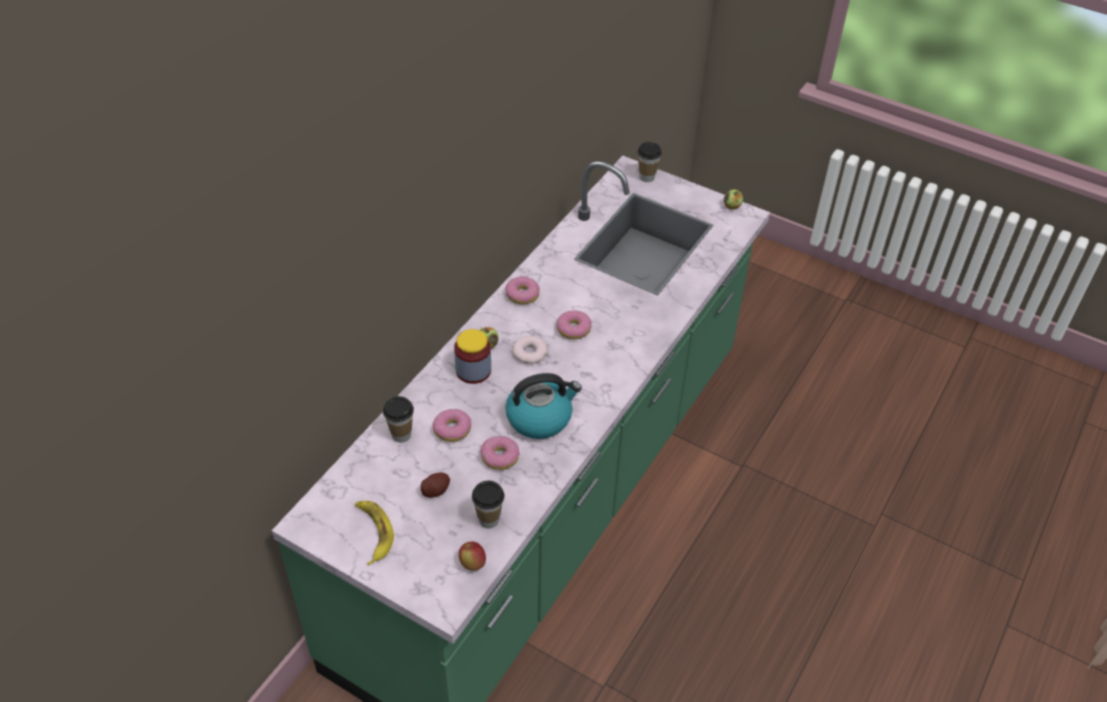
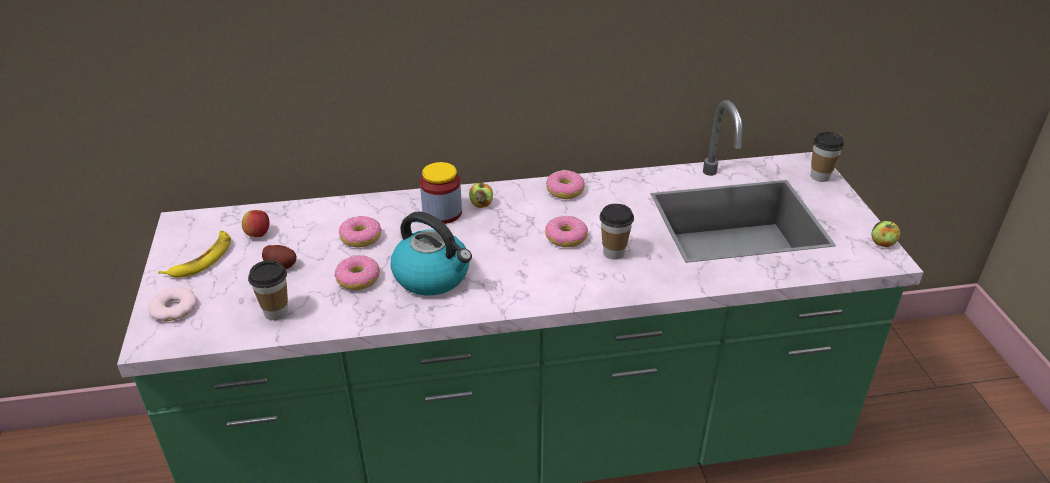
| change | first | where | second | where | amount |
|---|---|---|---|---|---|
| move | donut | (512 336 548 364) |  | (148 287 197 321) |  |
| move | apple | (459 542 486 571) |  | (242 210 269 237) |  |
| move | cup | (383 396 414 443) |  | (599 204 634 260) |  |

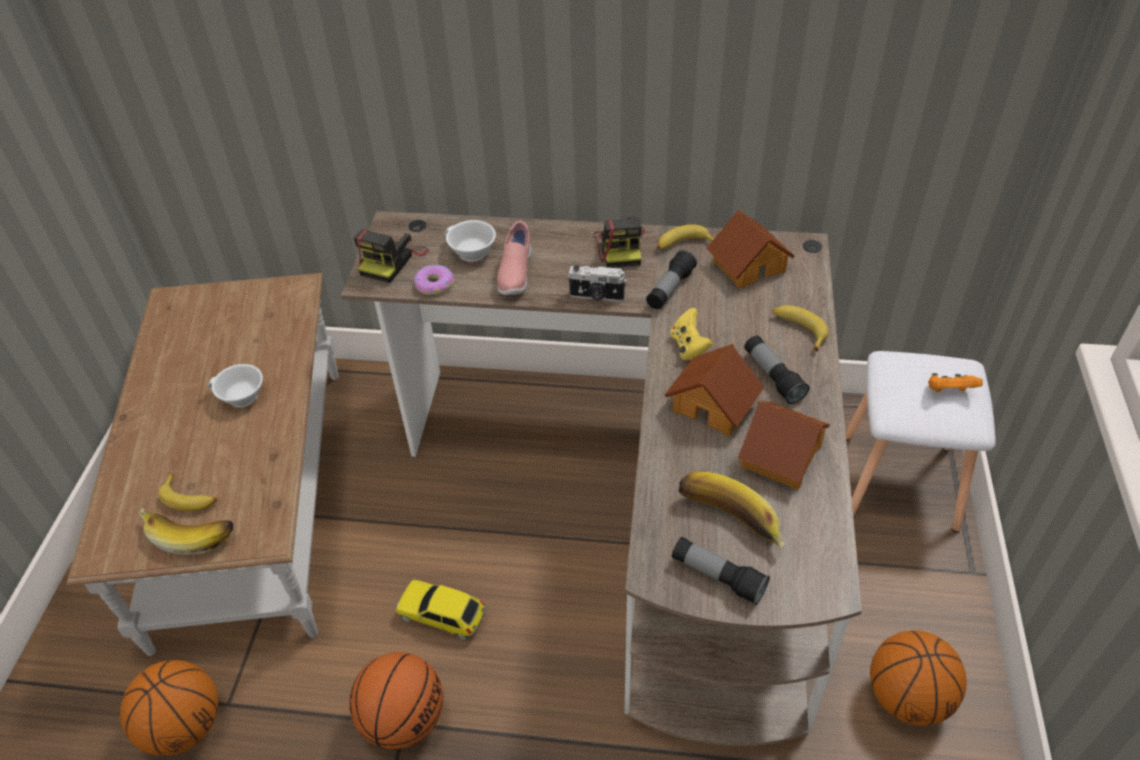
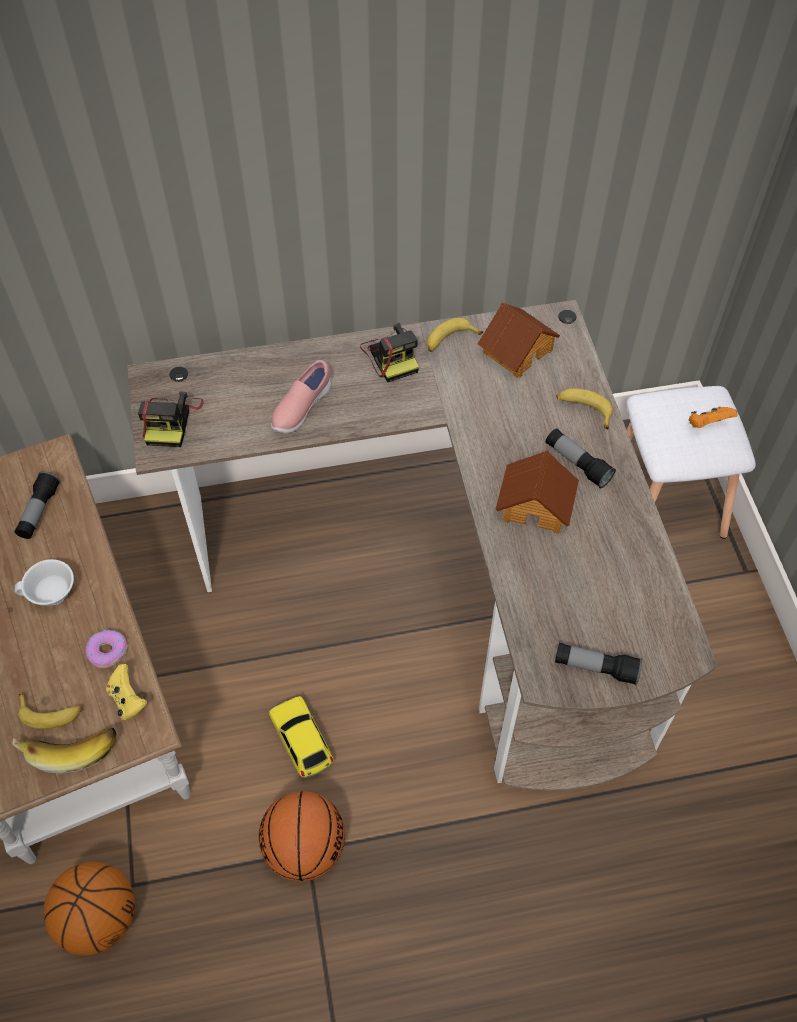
| change | first | where | second | where | amount |
|---|---|---|---|---|---|
| move | torch | (646 250 697 309) |  | (15 471 60 539) |  |
| move | donut | (414 264 454 295) |  | (85 630 127 668) |  |
| move | yellowish joypad | (670 308 713 360) |  | (106 664 147 720) |  |
| rotate | miniature car | (396 580 486 641) |  | (269 696 334 779) | 60 degrees clockwise |
| rotate | pinkish shoe | (497 221 532 295) |  | (271 360 332 433) | 45 degrees clockwise |
| delete | whitish cup | (445 220 496 262) |  |  |  |
| delete | still camera | (567 265 627 302) |  |  |  |
| delete | banana fruit | (678 471 785 547) |  |  |  |
| delete | model house | (738 401 830 490) |  |  |  |
| delete | basketball ball | (870 630 967 726) |  |  |  |

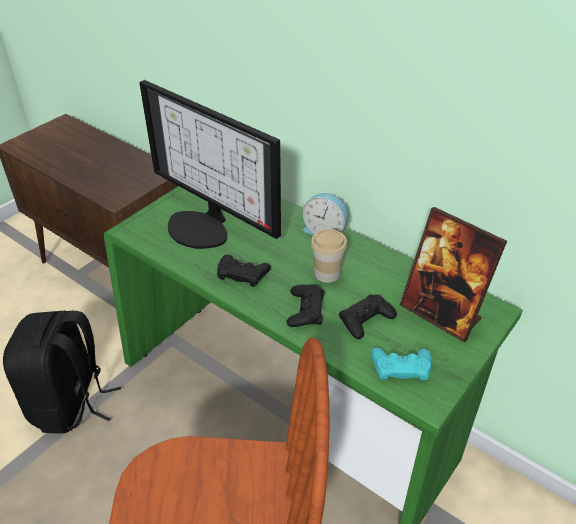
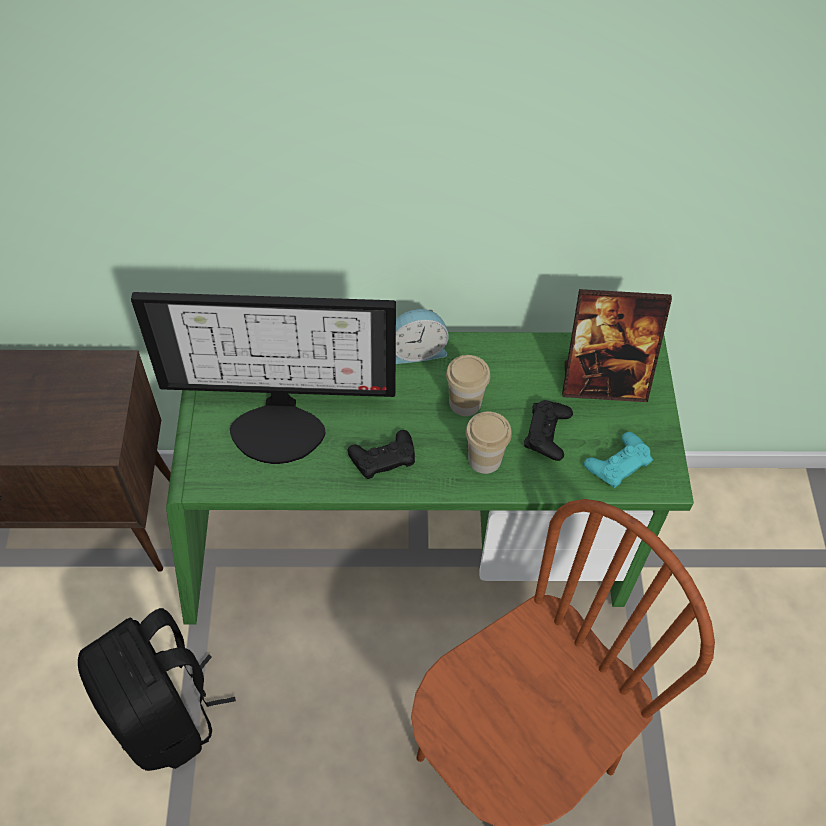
| change | first | where | second | where | amount |
|---|---|---|---|---|---|
| replace | blackish joypad | (287 284 325 327) | cup | (466 411 512 474) |  |

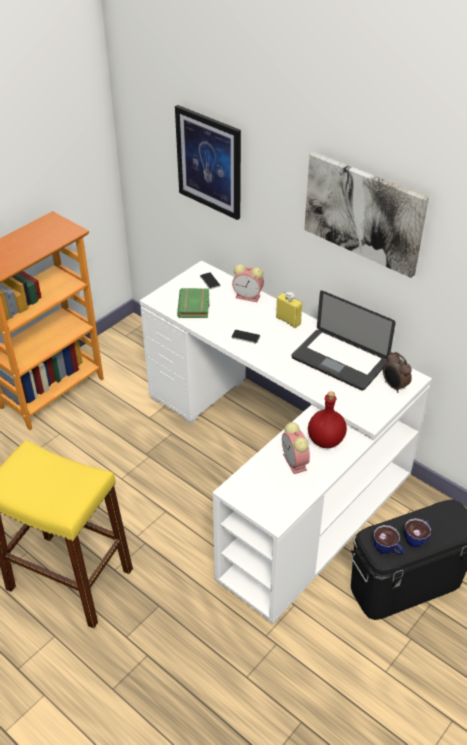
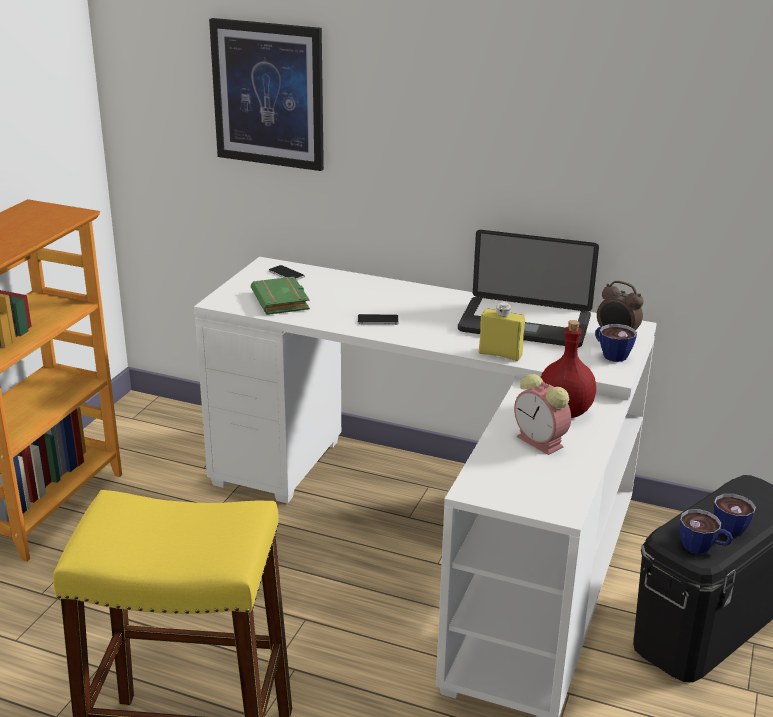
| change | first | where | second | where | amount |
|---|---|---|---|---|---|
| move | yellowish drink bottle | (276 292 302 328) |  | (479 302 525 361) |  |
| insert |  |  | cup | (595 324 637 362) |  |
| delete | bedside clock | (232 264 264 302) |  |  |  |
| delete | wall art | (304 152 429 278) |  |  |  |

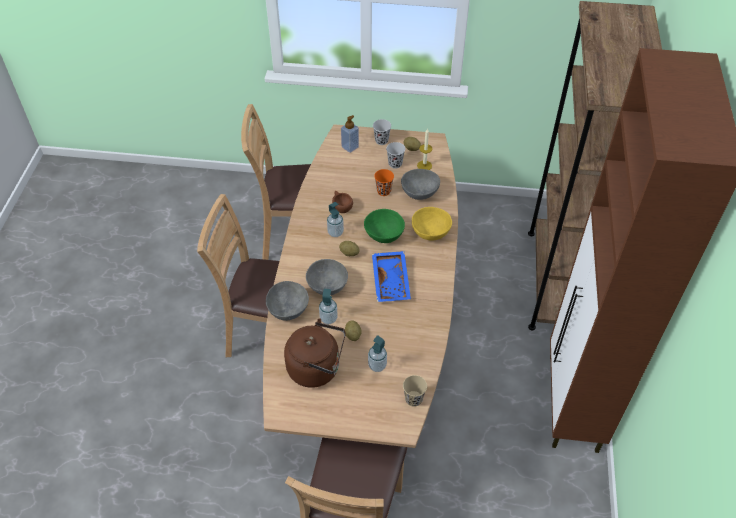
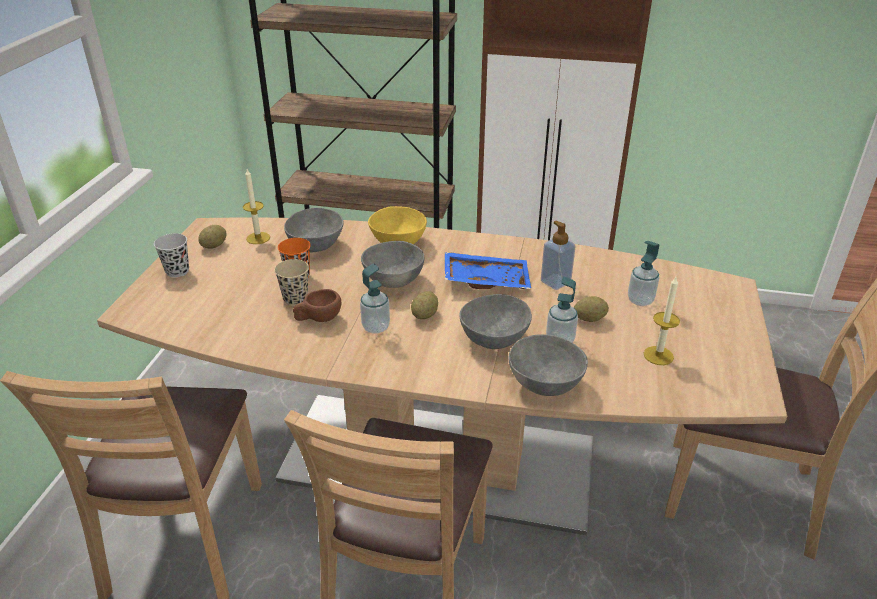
| change | first | where | second | where | amount |
|---|---|---|---|---|---|
| move | sand-coloured cup | (403 375 427 407) |  | (274 259 309 306) |  |
| recolor | green bowl | (364 209 405 243) | gray bowl | (361 241 424 288) |  |
| move | liquid soap bottle | (341 115 359 153) |  | (541 221 576 290) |  |
| replace | brown water kettle | (284 318 346 388) | wax candle | (644 277 680 365) |  |
| delete | blackish cup | (386 142 405 169) |  |  |  |

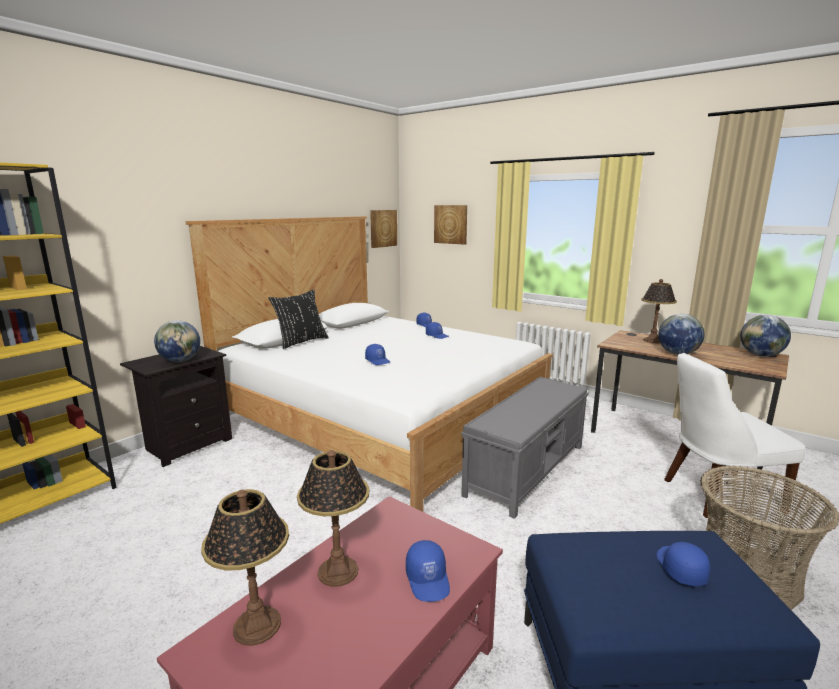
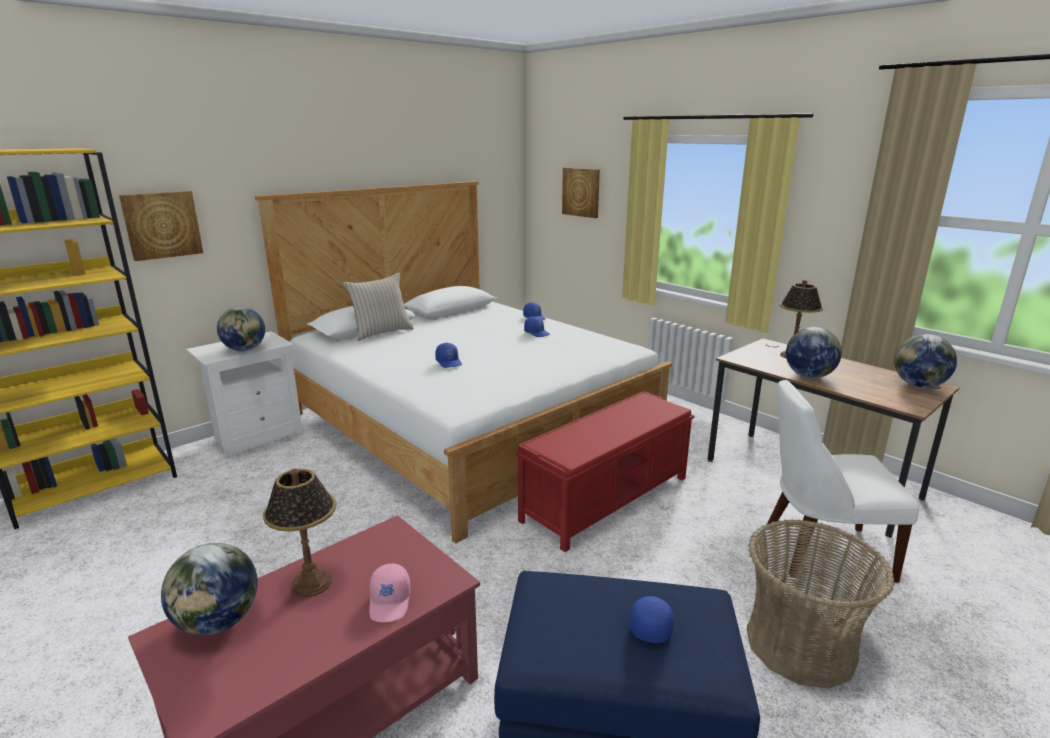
| change | first | where | second | where | amount |
|---|---|---|---|---|---|
| move | wall art | (370 210 397 248) |  | (119 191 203 261) |  |
| replace | table lamp | (201 489 289 646) | globe | (161 543 258 635) |  |
| recolor | blackish bedside table | (120 346 232 467) | whitish bedside table | (186 331 303 460) |  |
| recolor | blackish throw pillow | (268 289 329 349) | sand-coloured throw pillow | (343 273 414 341) |  |
| recolor | blue cap | (406 540 450 602) | pinkish cap | (369 564 411 622) |  |
| recolor | gray long seat | (461 377 589 519) | red long seat | (515 391 694 552) |  |

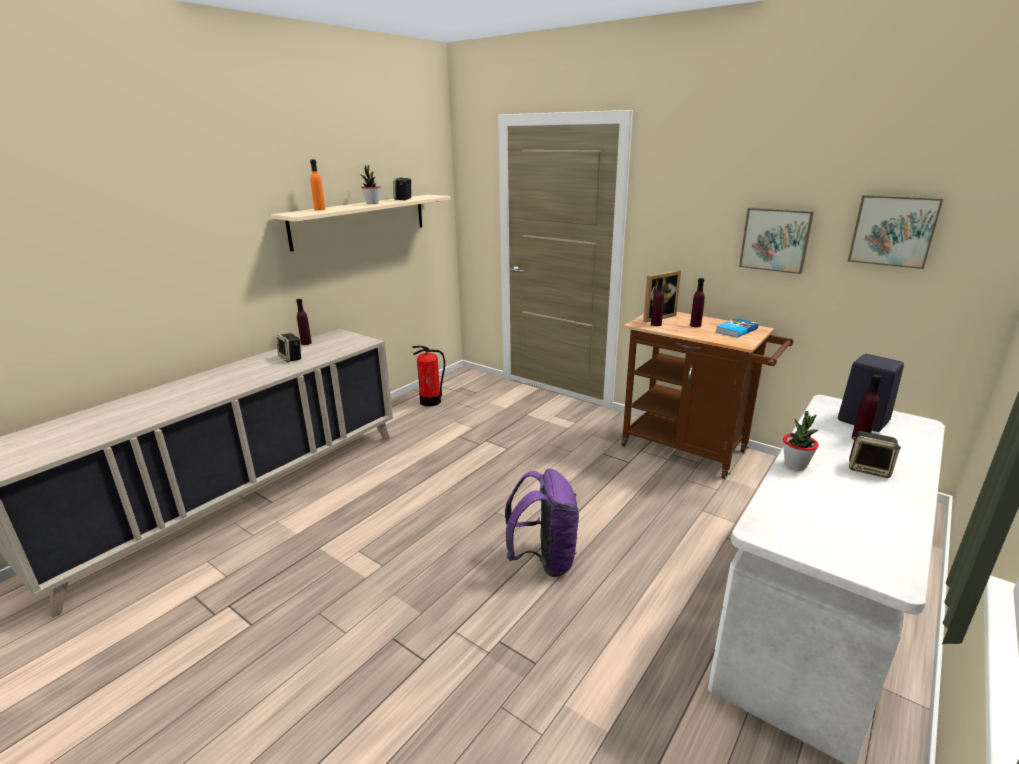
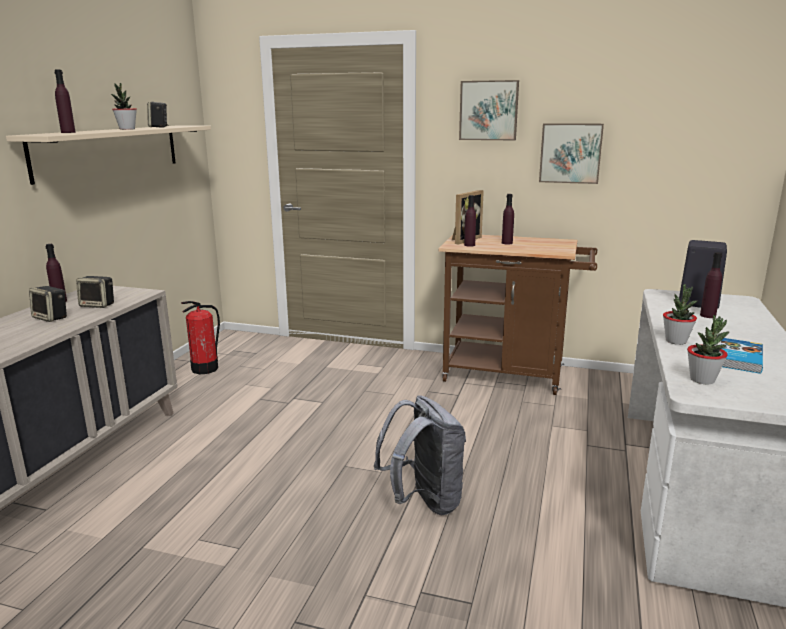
| change | first | where | second | where | amount |
|---|---|---|---|---|---|
| recolor | orange-coloured drink bottle | (310 160 326 211) | purple-coloured drink bottle | (54 70 76 133) |  |
| move | loudspeaker | (849 431 901 478) |  | (76 276 114 308) |  |
| recolor | purple-coloured backpack | (505 469 579 577) | gray backpack | (374 395 466 515) |  |
| move | wall art | (848 195 944 269) |  | (459 80 519 141) |  |
| insert |  |  | houseplant | (687 314 729 384) |  |
| move | book | (715 318 759 338) |  | (720 338 763 374) |  |

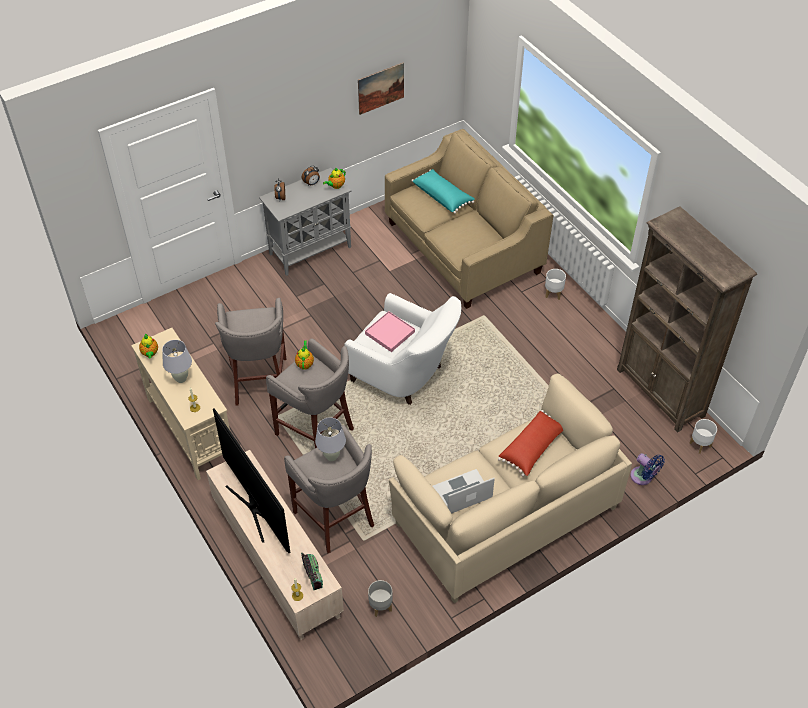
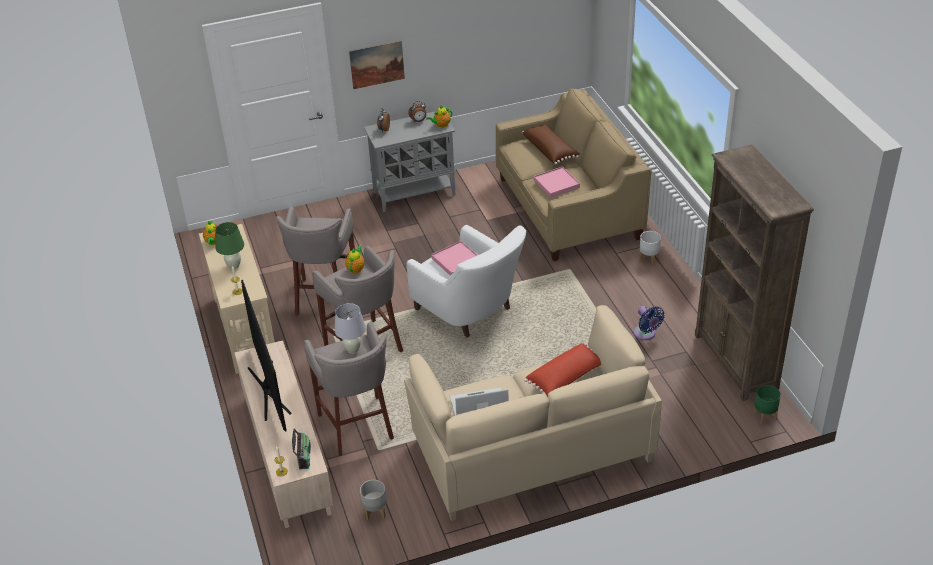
| change | first | where | second | where | amount |
|---|---|---|---|---|---|
| recolor | whitish table lamp | (162 340 192 383) | green table lamp | (215 222 244 270) |  |
| move | wall art | (358 62 404 115) |  | (349 41 405 89) |  |
| recolor | turquoise throw pillow | (411 169 475 214) | brown throw pillow | (522 125 580 165) |  |
| insert |  |  | pinkish carrying tray | (533 166 580 198) |  |
| move | blue electric fan | (630 453 665 485) |  | (634 306 665 340) |  |
| recolor | whitish planter | (689 419 717 454) | green planter | (753 385 781 424) |  |

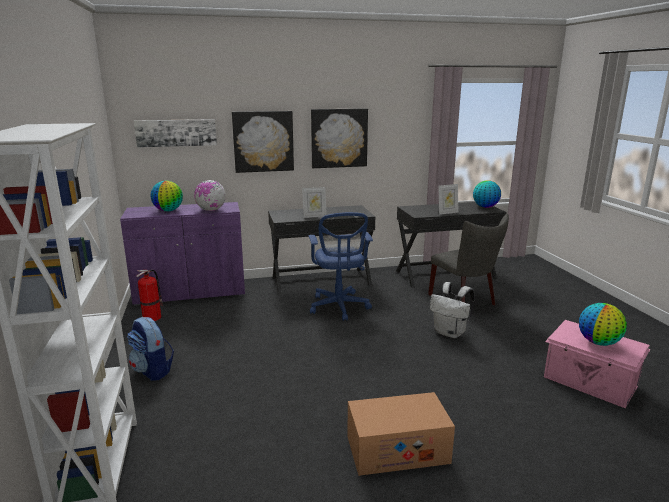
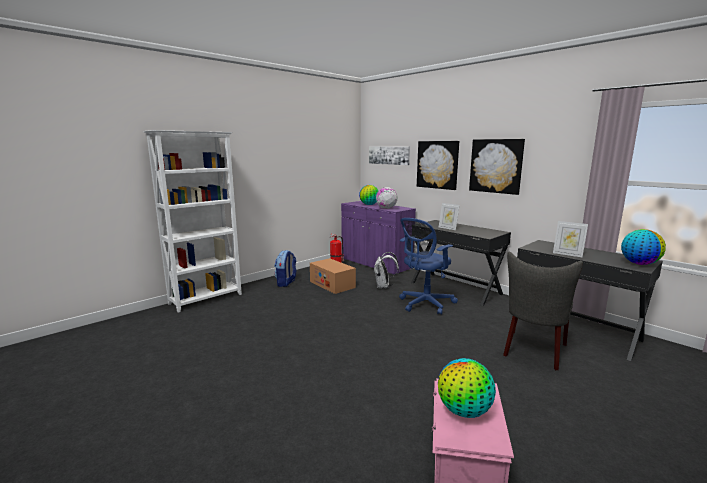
| change | first | where | second | where | amount |
|---|---|---|---|---|---|
| move | cardboard box | (347 392 455 476) |  | (310 258 356 294) |  |
| move | whitish backpack | (430 282 475 338) |  | (374 252 399 289) |  |

